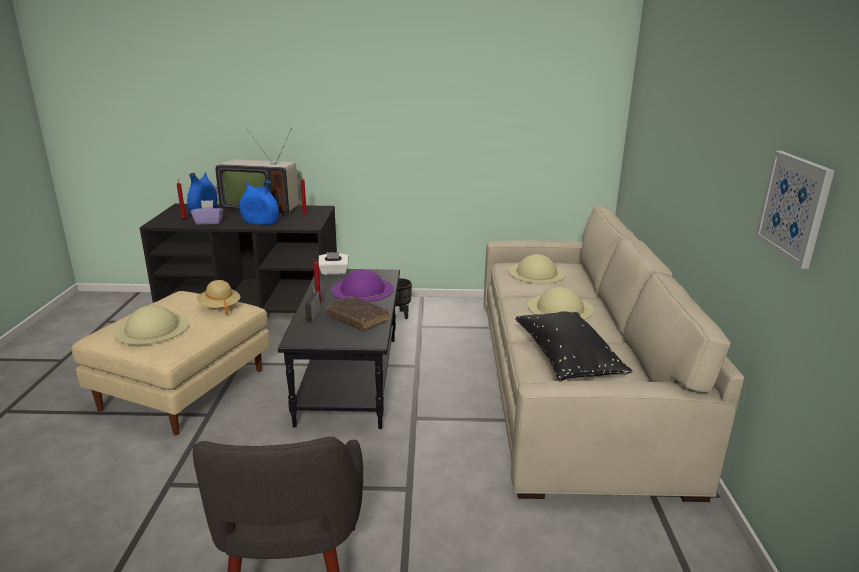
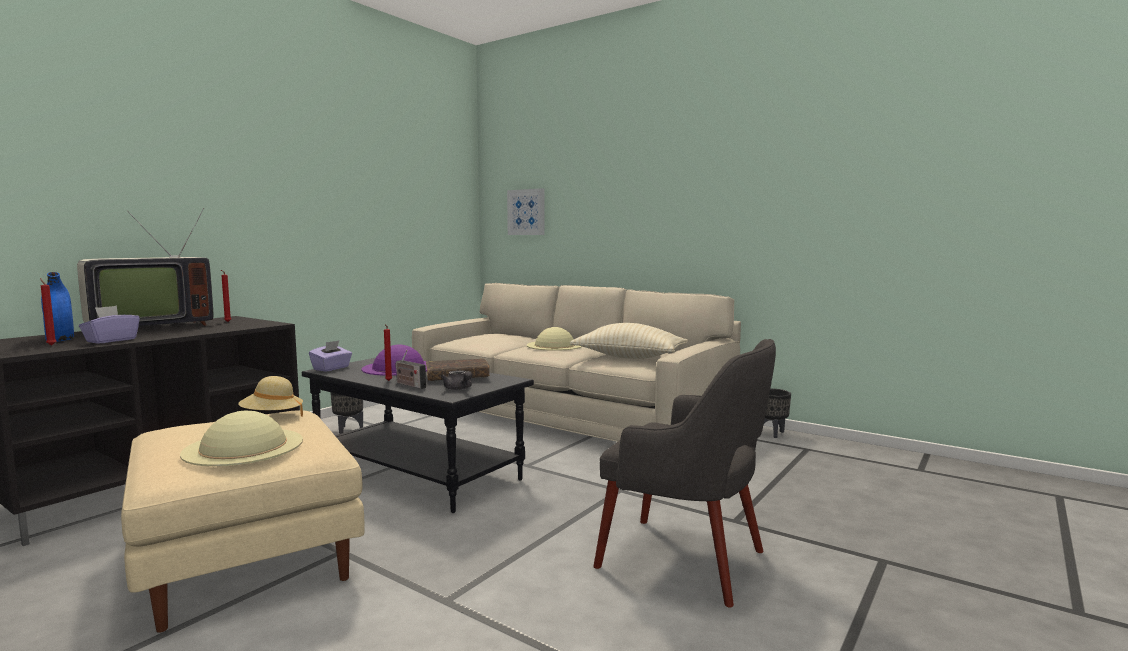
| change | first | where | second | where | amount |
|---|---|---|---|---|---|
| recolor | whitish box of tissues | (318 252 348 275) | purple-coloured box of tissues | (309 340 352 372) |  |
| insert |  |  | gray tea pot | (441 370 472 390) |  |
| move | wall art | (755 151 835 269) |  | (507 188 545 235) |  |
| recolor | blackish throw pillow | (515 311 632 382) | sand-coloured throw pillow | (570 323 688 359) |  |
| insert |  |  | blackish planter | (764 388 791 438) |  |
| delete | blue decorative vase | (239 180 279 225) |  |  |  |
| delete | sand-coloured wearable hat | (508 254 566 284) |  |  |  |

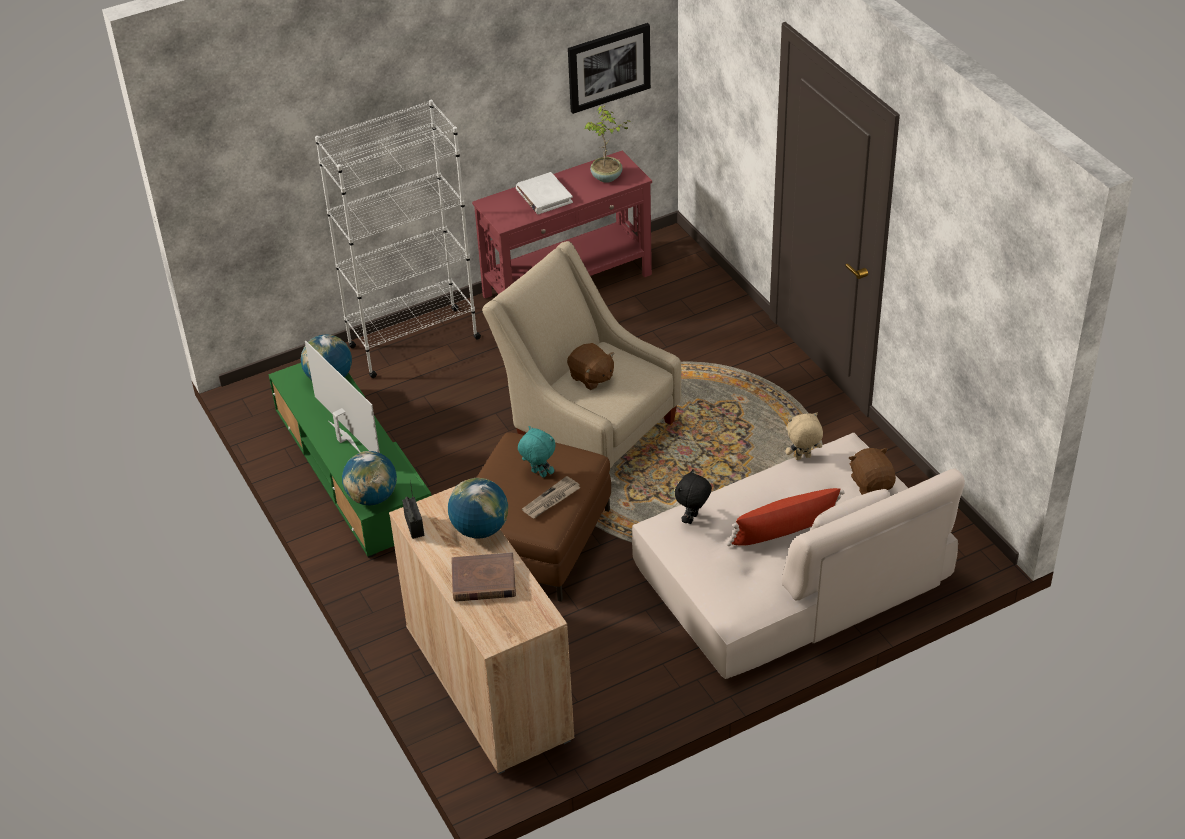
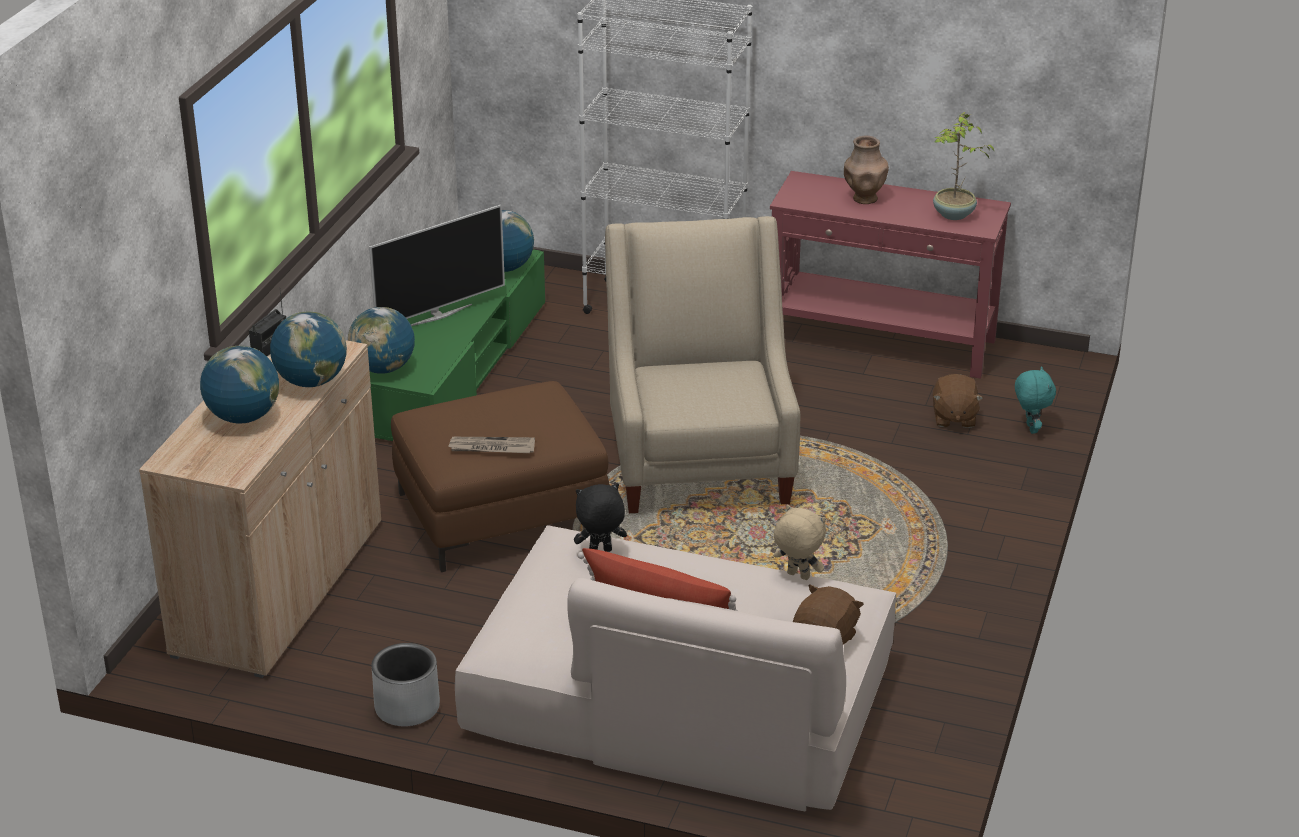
| change | first | where | second | where | amount |
|---|---|---|---|---|---|
| replace | brown book | (451 552 516 602) | globe | (200 346 279 424) |  |
| rotate | TV | (305 340 380 453) |  | (369 205 505 326) | 45 degrees clockwise |
| insert |  |  | gray planter | (371 643 440 726) |  |
| replace | whitish book | (516 172 573 214) | brown decorative vase | (844 136 889 204) |  |
| move | brown soft toy | (567 343 614 390) |  | (933 374 983 428) |  |
| move | turquoise soft toy | (518 426 556 478) |  | (1015 366 1056 434) |  |
| delete | wall art | (568 23 651 114) |  |  |  |

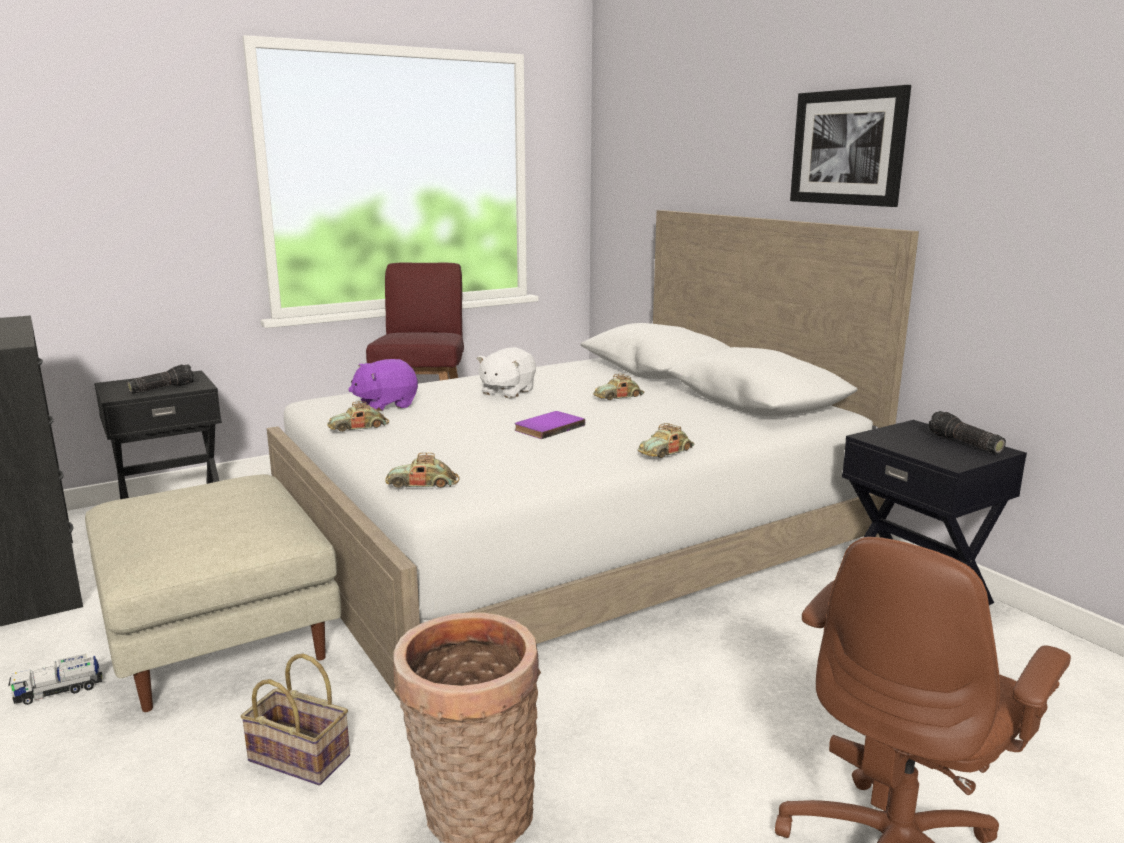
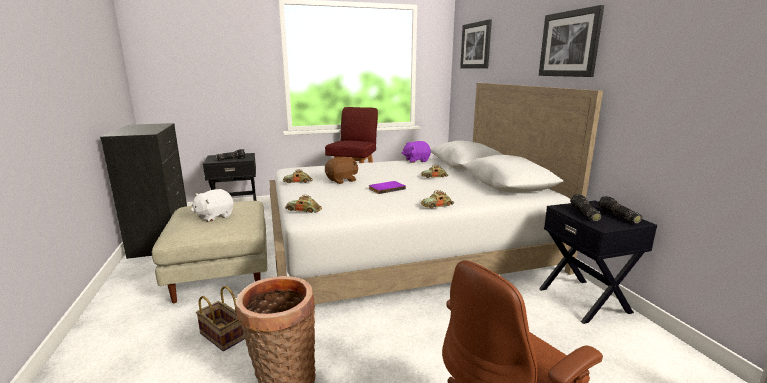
| change | first | where | second | where | amount |
|---|---|---|---|---|---|
| move | whitish soft toy | (476 347 536 399) |  | (191 189 234 222) |  |
| insert |  |  | brown soft toy | (325 157 358 184) |  |
| move | purple-coloured soft toy | (348 359 418 411) |  | (402 141 431 163) |  |
| insert |  |  | wall art | (460 19 492 68) |  |
| insert |  |  | torch | (570 194 602 222) |  |
| delete | toy lorry | (8 654 102 705) |  |  |  |

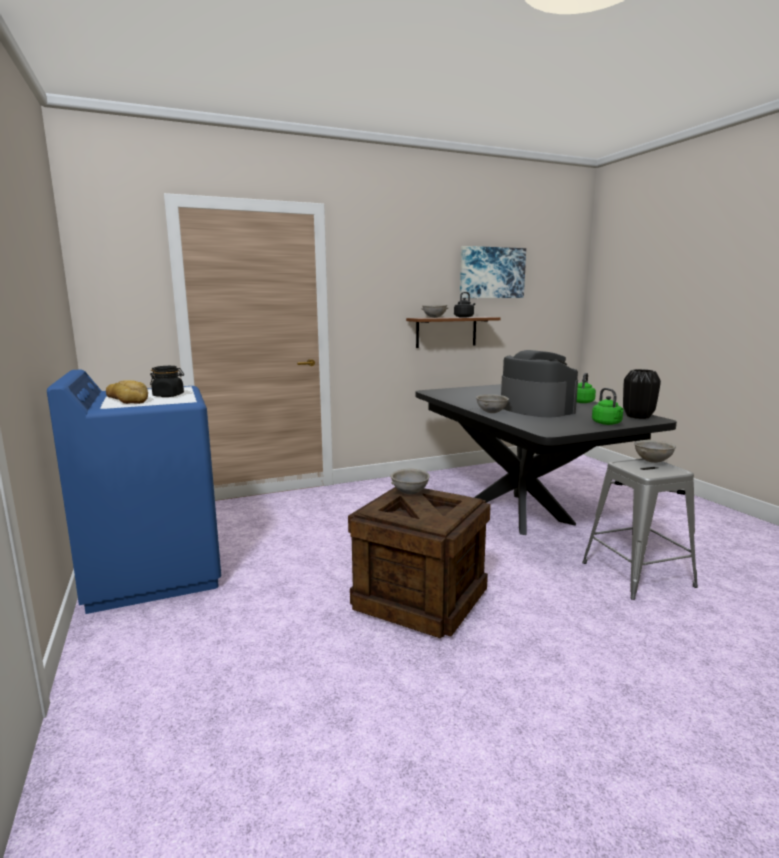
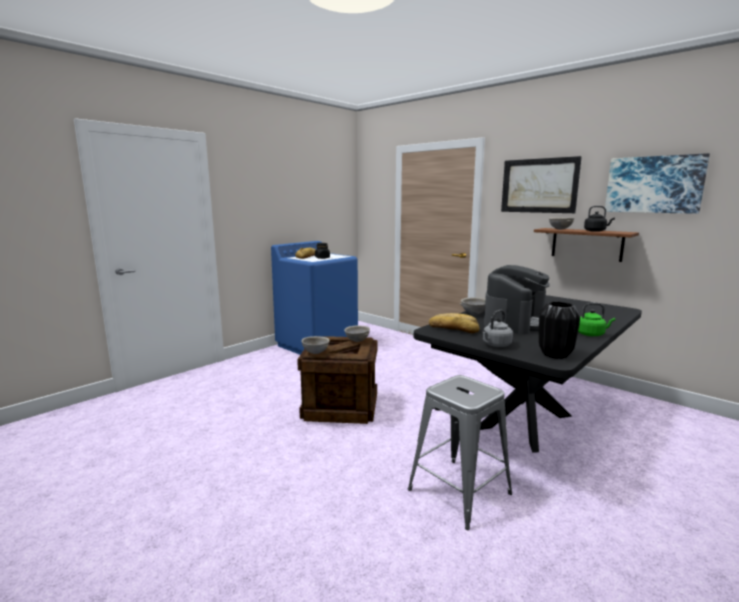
| change | first | where | second | where | amount |
|---|---|---|---|---|---|
| move | gray bowl | (634 440 676 463) |  | (301 336 330 354) |  |
| insert |  |  | bread | (429 313 480 333) |  |
| recolor | green water kettle | (592 388 623 425) | gray water kettle | (482 310 513 347) |  |
| insert |  |  | wall art | (501 156 582 213) |  |

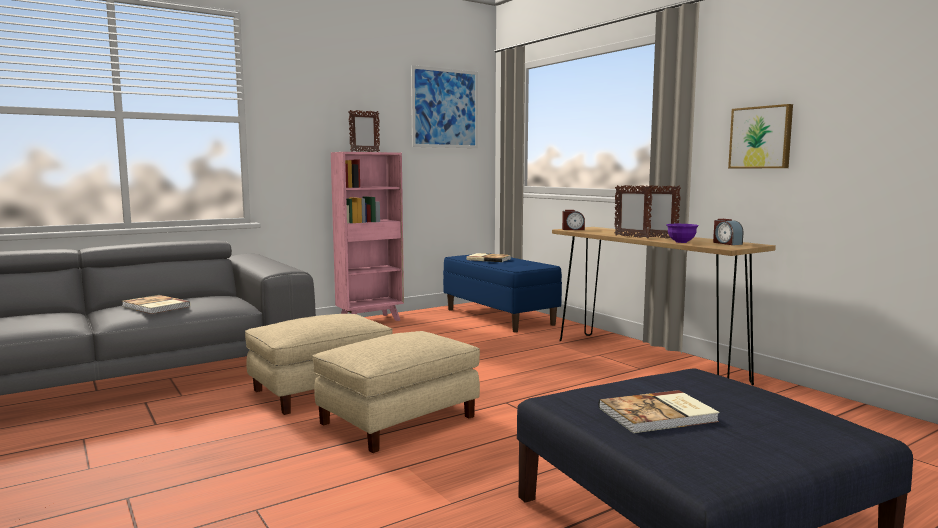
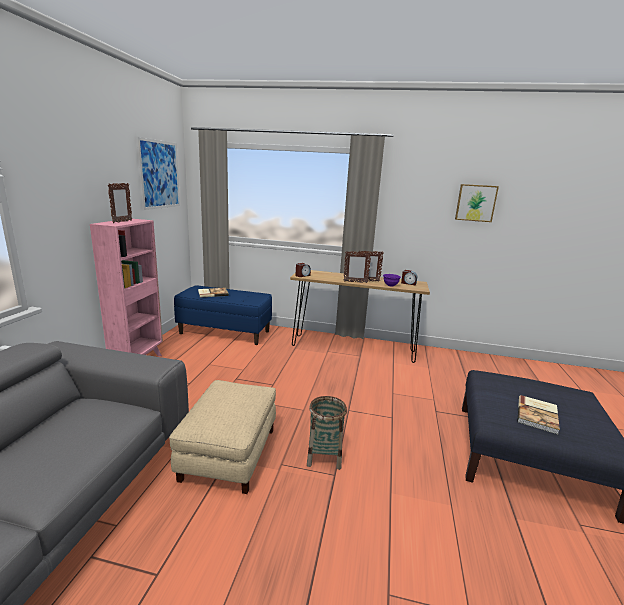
| change | first | where | second | where | amount |
|---|---|---|---|---|---|
| replace | sand-coloured ottoman | (313 331 480 453) | storage basket | (307 396 347 470) |  |
| move | wall art | (728 104 793 168) |  | (455 184 499 222) |  |
| delete | book | (122 295 191 314) |  |  |  |

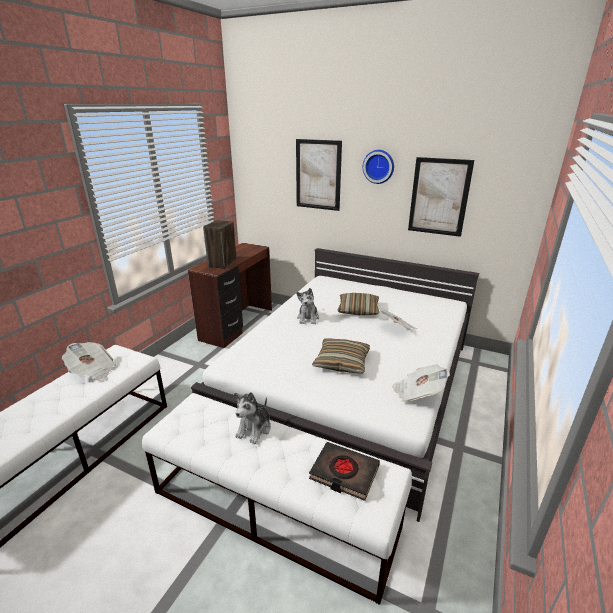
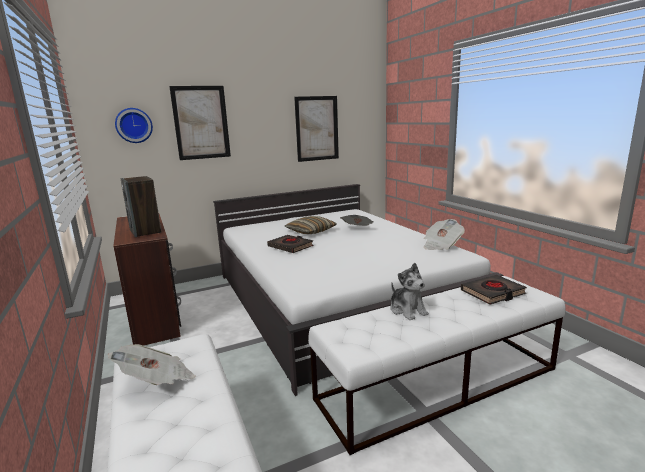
| change | first | where | second | where | amount |
|---|---|---|---|---|---|
| move | wall clock | (363 150 394 184) |  | (115 108 153 143) |  |
| replace | soft toy | (296 288 319 324) | blackish book | (267 235 313 253) |  |
| delete | throw pillow | (312 338 370 374) |  |  |  |

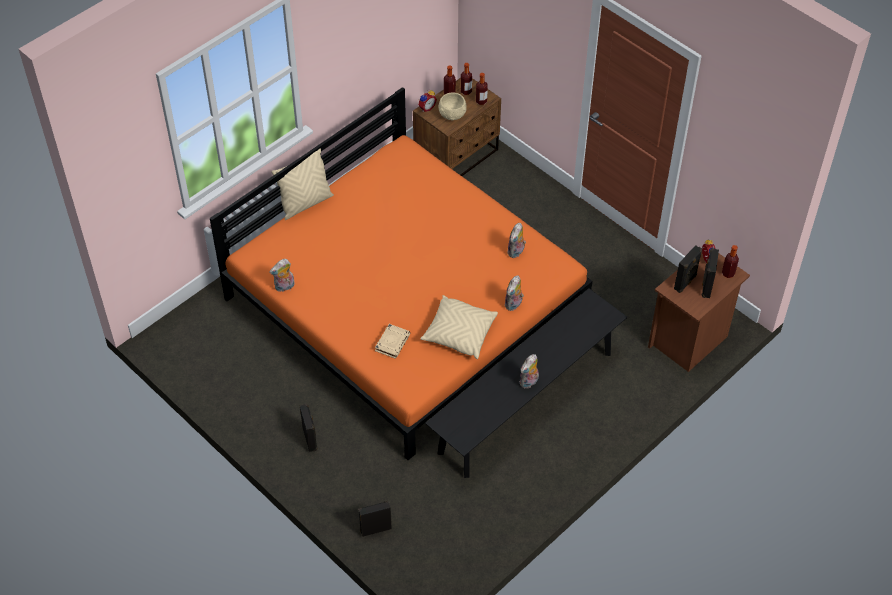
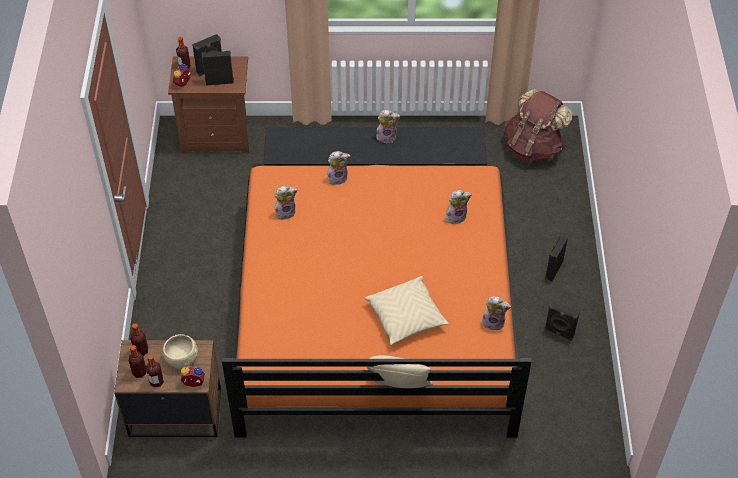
| change | first | where | second | where | amount |
|---|---|---|---|---|---|
| move | sand-coloured throw pillow | (420 295 498 359) |  | (365 276 449 345) |  |
| replace | sand-coloured book | (375 324 411 359) | soft toy | (446 190 472 224) |  |
| insert |  |  | brown backpack | (503 89 572 164) |  |
| move | blackish loudspeaker | (358 501 392 537) |  | (545 301 580 341) |  |

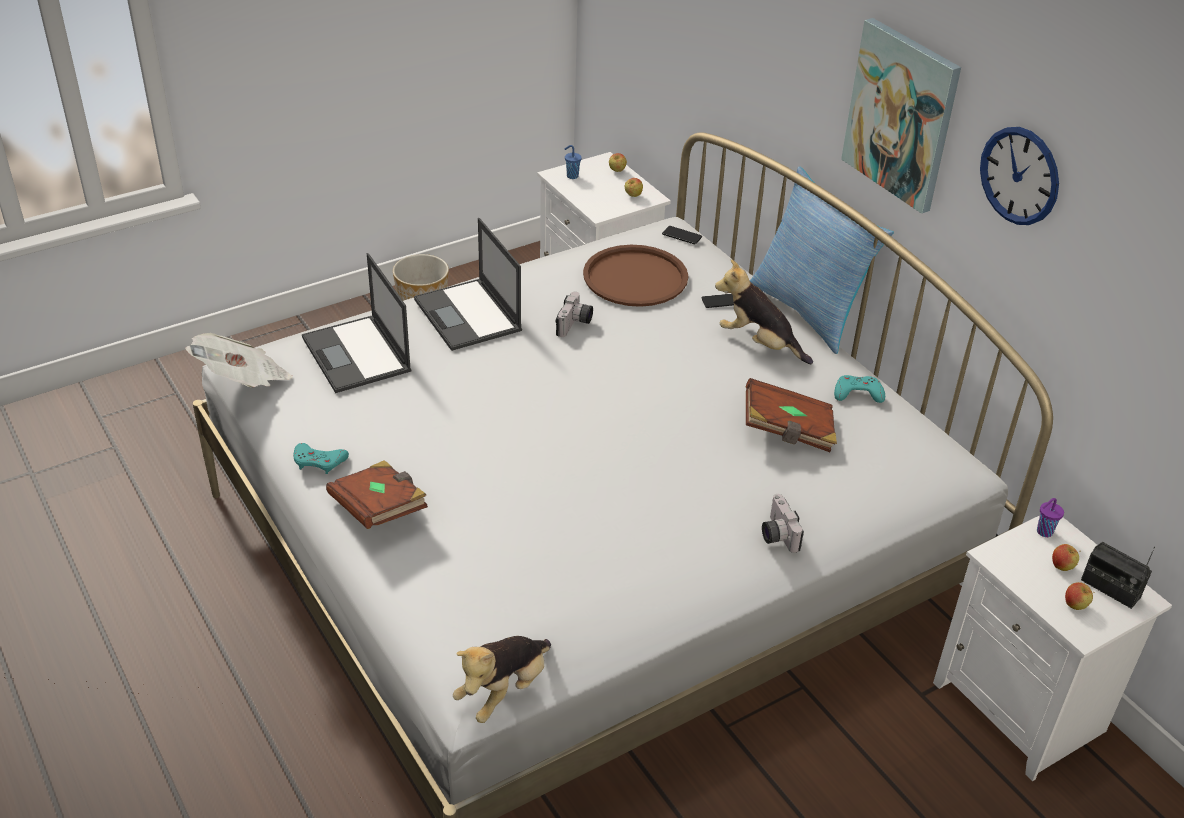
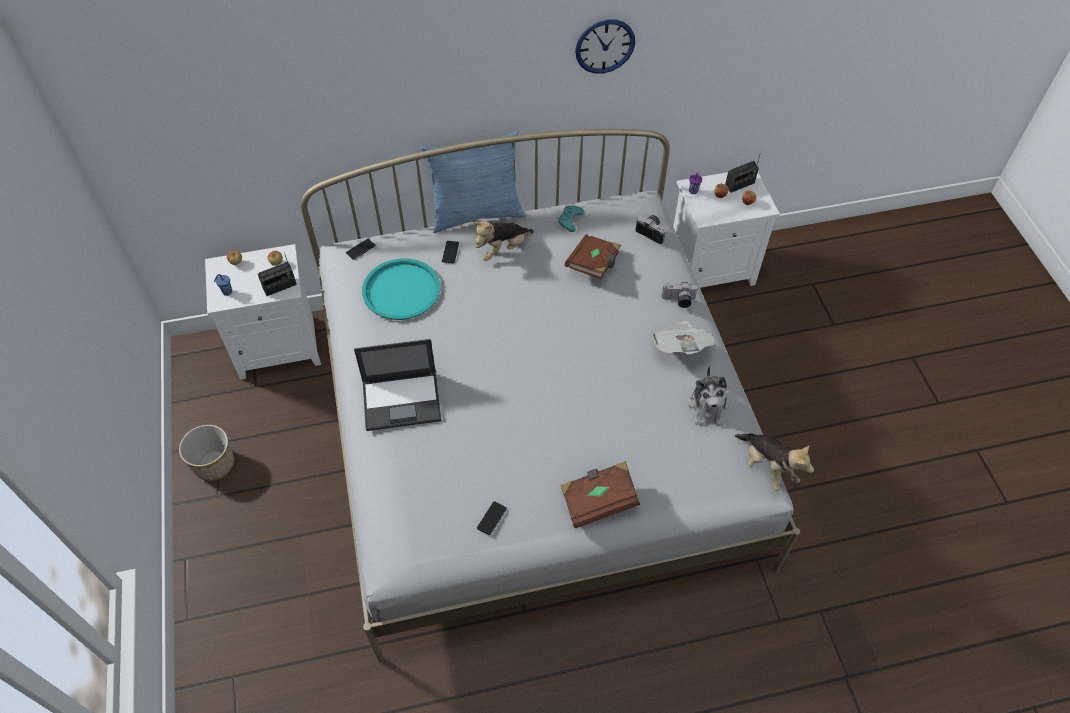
| change | first | where | second | where | amount |
|---|---|---|---|---|---|
| insert |  |  | radio | (258 252 297 296) |  |
| recolor | brown carrying tray | (583 245 688 307) | turquoise carrying tray | (362 258 441 320) |  |
| insert |  |  | handset | (477 501 507 535) |  |
| move | still camera | (555 292 593 337) |  | (635 215 666 244) |  |
| move | newspaper | (185 333 293 387) |  | (652 321 715 355) |  |
| insert |  |  | soft toy | (688 366 728 426) |  |
| delete | turquoise joypad | (293 443 349 474) |  |  |  |
| delete | notebook computer | (302 253 412 393) |  |  |  |
| delete | wall art | (841 18 961 214) |  |  |  |

